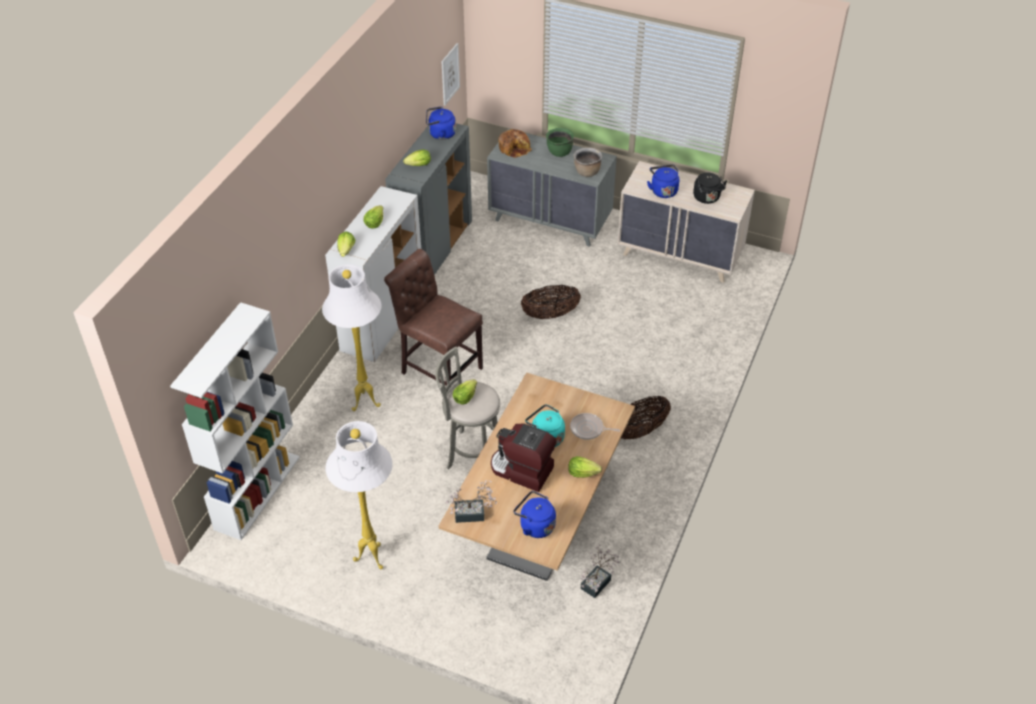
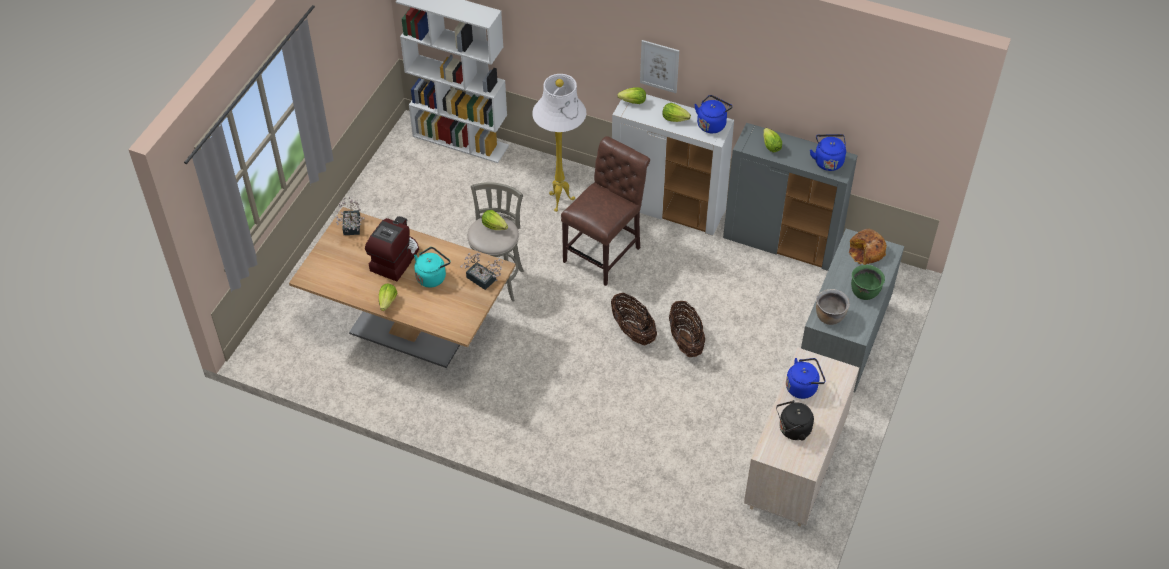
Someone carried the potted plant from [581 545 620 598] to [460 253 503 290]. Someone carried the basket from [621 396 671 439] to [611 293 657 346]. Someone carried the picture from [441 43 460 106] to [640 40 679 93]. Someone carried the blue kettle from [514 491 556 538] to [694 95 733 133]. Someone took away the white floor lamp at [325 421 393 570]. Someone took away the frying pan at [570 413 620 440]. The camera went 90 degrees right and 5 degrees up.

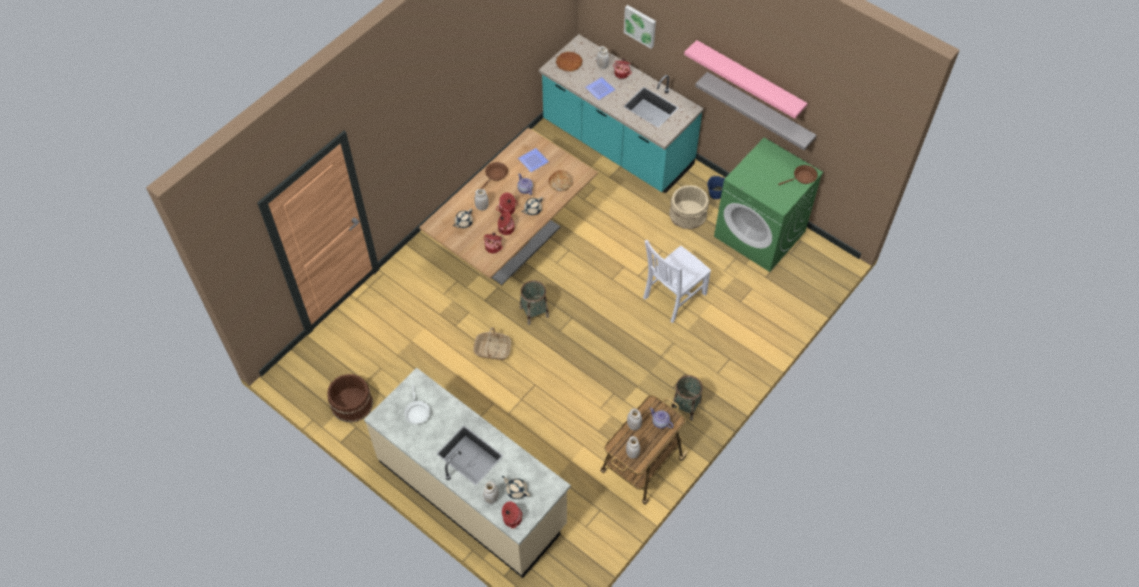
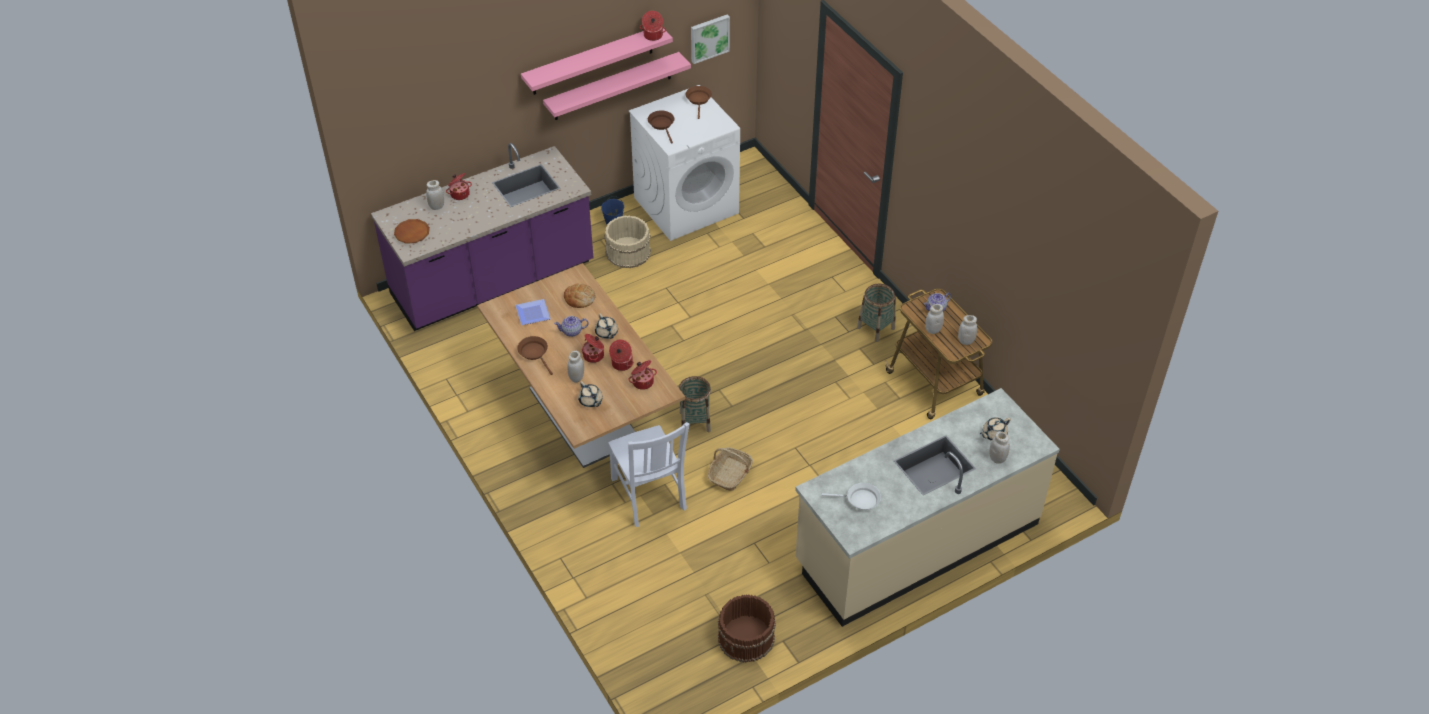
Someone repainted the turquoise counter at [539 34 704 193], which became the purple counter at [371 143 593 331]. Someone repainted the grey shelf at [695 72 817 150], which became the pink shelf at [543 52 691 120]. Someone carried the white chair from [643 240 711 323] to [608 422 690 527]. Someone repainted the green washing machine at [714 137 823 272], which became the white washing machine at [629 85 740 241]. Someone carried the cooking pot from [502 501 523 529] to [640 11 666 41]. Someone put down the brown frying pan at [648 110 674 144]. Someone carried the picture from [624 5 656 49] to [691 15 730 64]. Someone took away the plate at [585 77 616 100]. The camera went 70 degrees left and 10 degrees down.

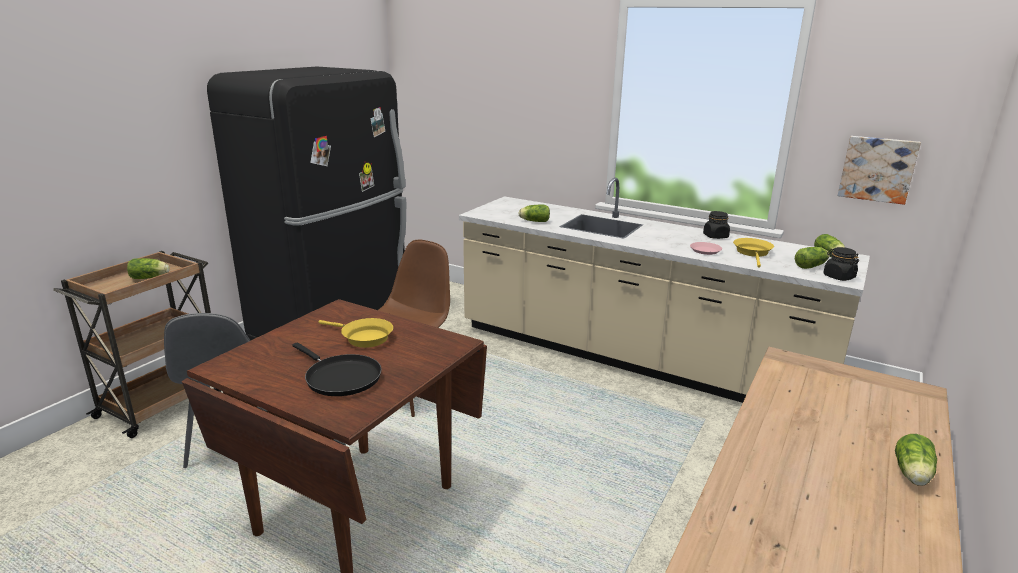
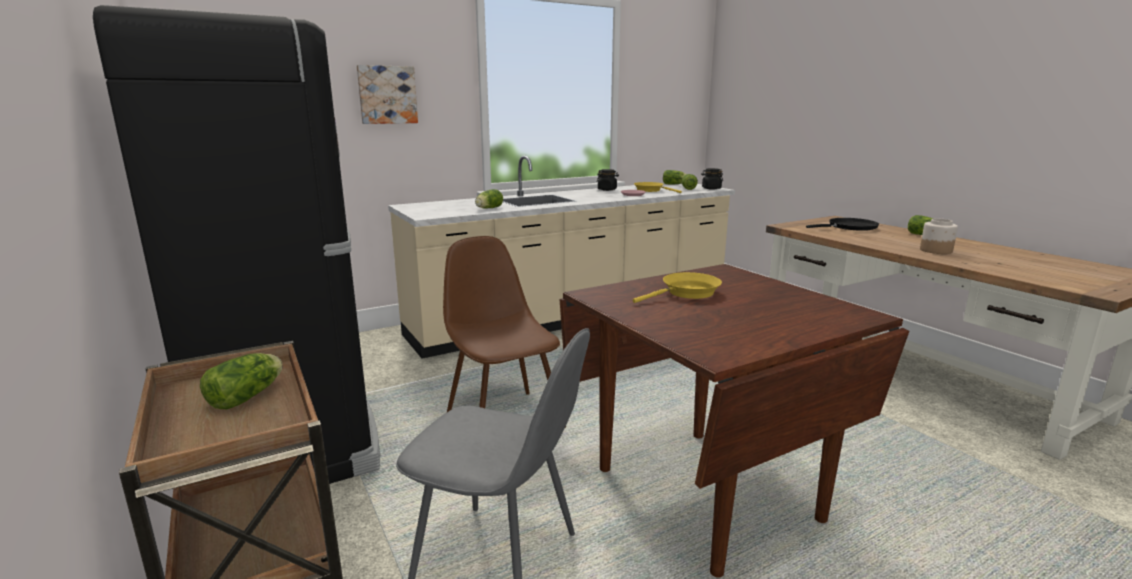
Someone carried the picture from [838 136 921 205] to [357 65 418 124]. Someone carried the black frying pan from [292 342 382 396] to [806 218 879 231]. Someone put down the jar at [920 218 958 254]. The camera went 60 degrees left and 5 degrees down.

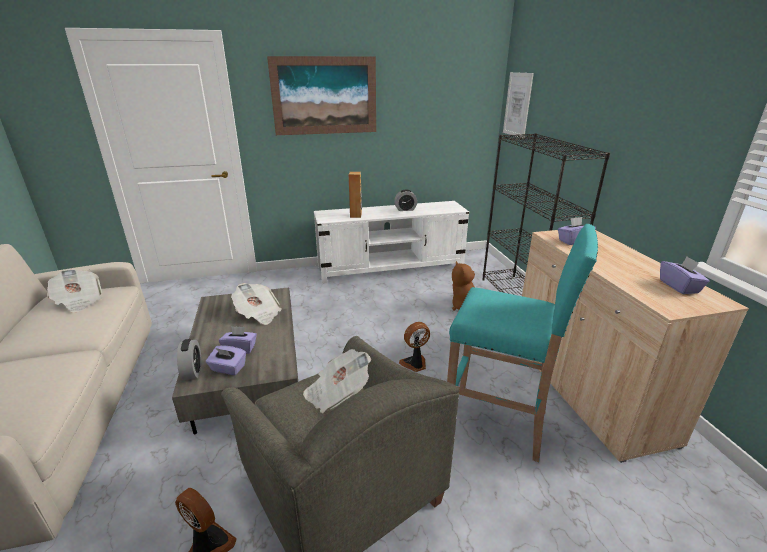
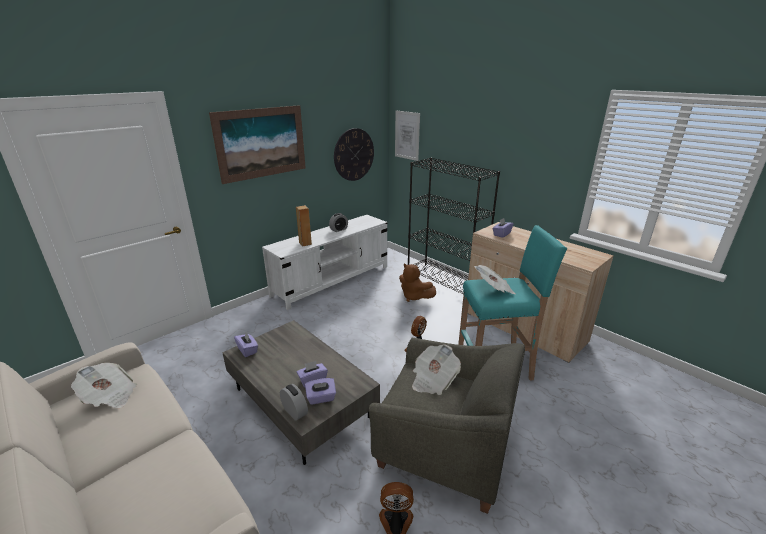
Someone carried the purple tissue box from [660 256 710 294] to [234 332 258 357]. Someone put up the wall clock at [334 128 374 181]. Someone carried the newspaper from [231 283 282 325] to [474 265 515 294]. The camera went 30 degrees left and 0 degrees up.

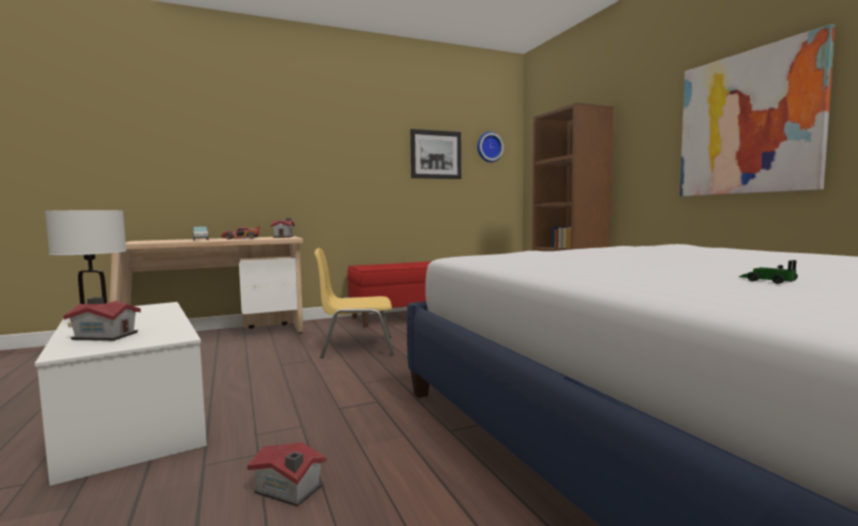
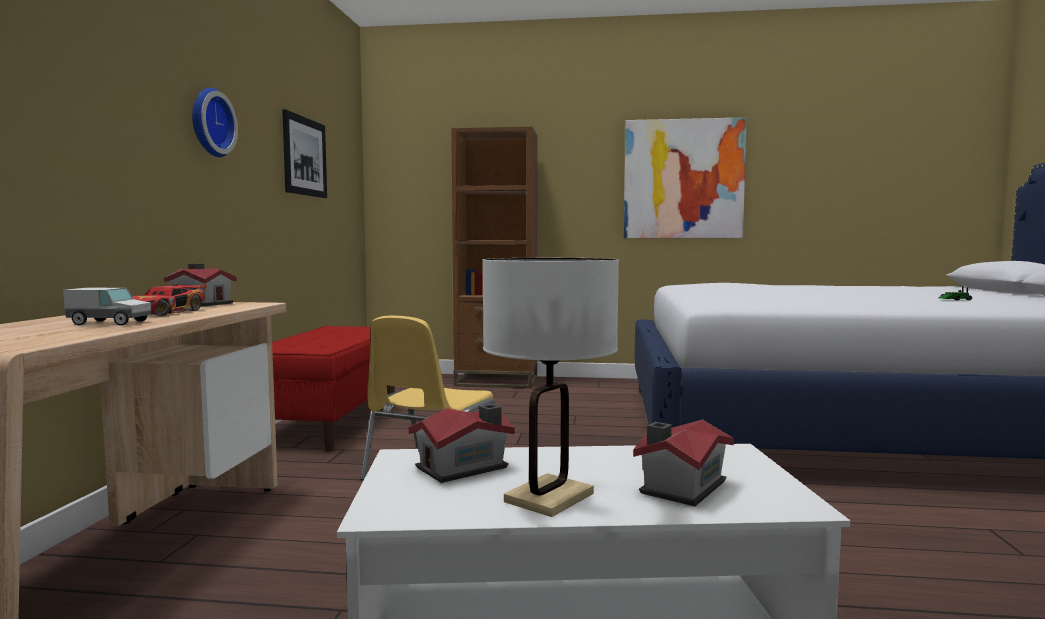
Someone carried the wall clock from [477 132 504 162] to [192 88 238 157]. Someone carried the toy house from [247 442 327 507] to [408 404 515 483]. The camera went 60 degrees left and 0 degrees up.

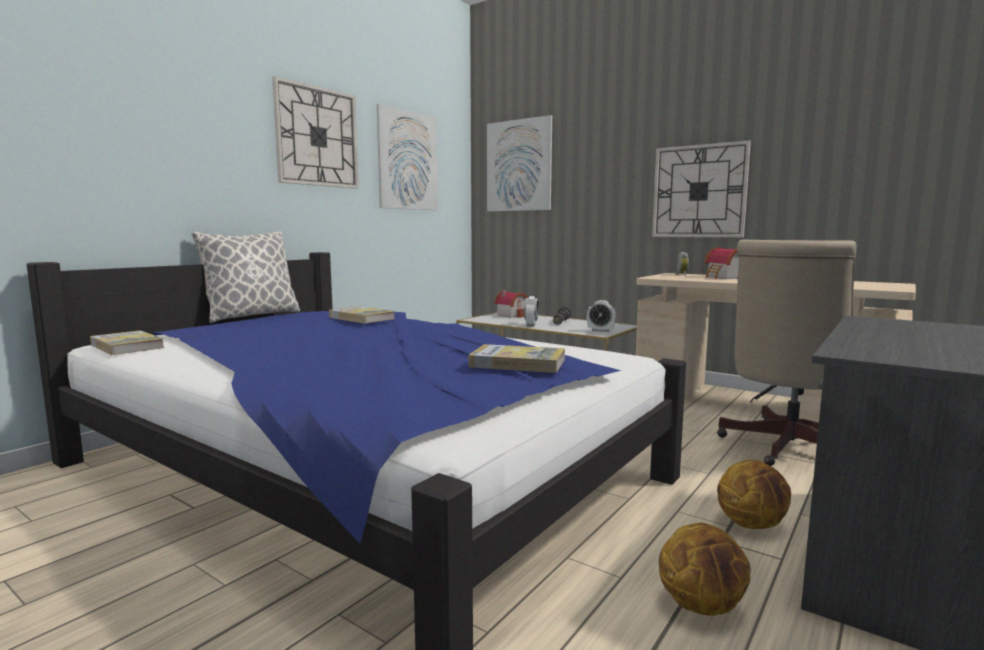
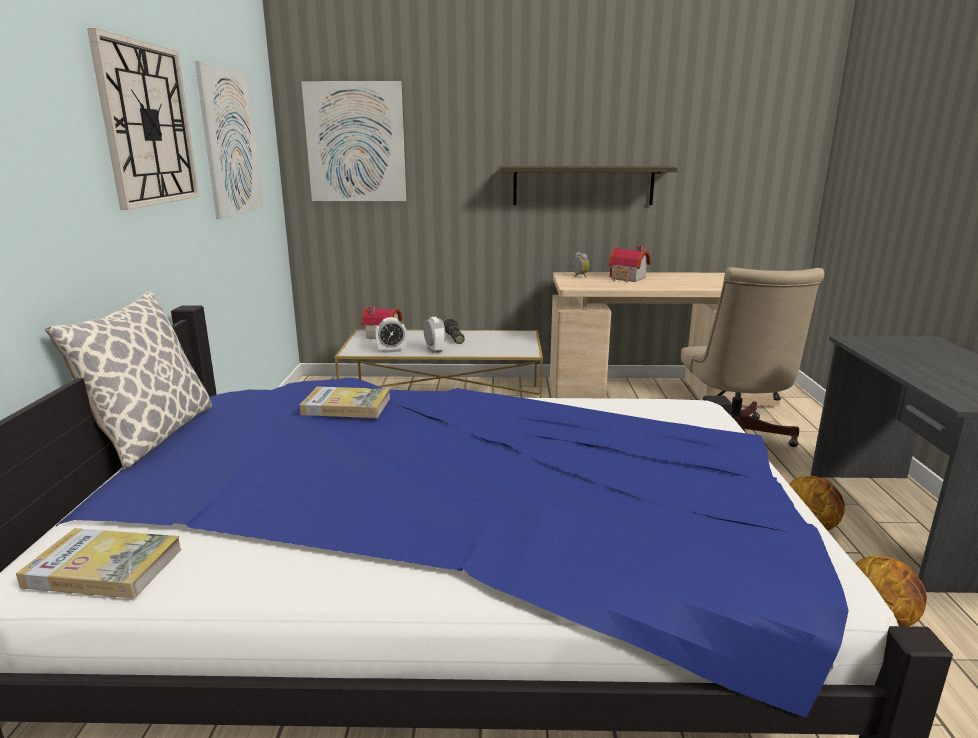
Someone carried the alarm clock from [587 300 616 332] to [375 317 407 353]. Someone swapped the wall clock at [652 140 751 237] for the shelf at [499 166 678 205]. Someone took away the book at [468 344 565 373]. The camera went 35 degrees left and 10 degrees up.

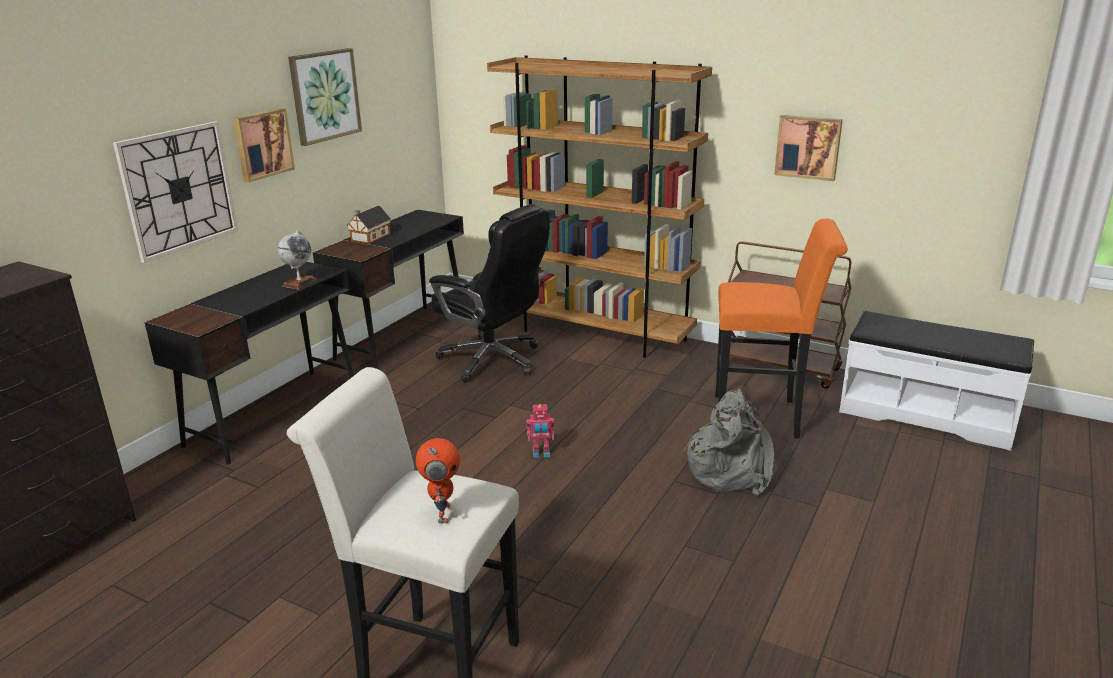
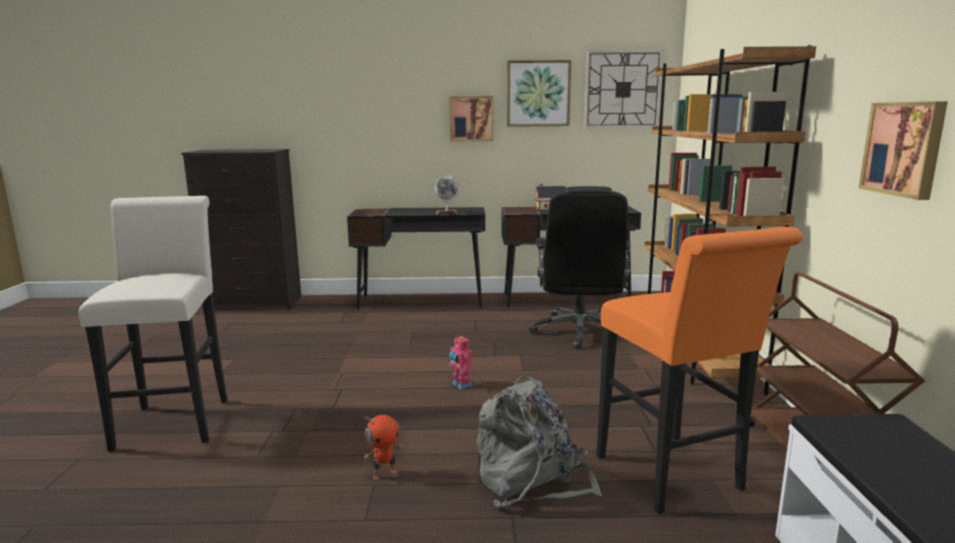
Someone carried the toy robot from [416 438 460 524] to [363 415 402 480]. Someone carried the wall clock from [113 122 238 263] to [584 50 664 128]. The camera went 60 degrees right and 10 degrees down.

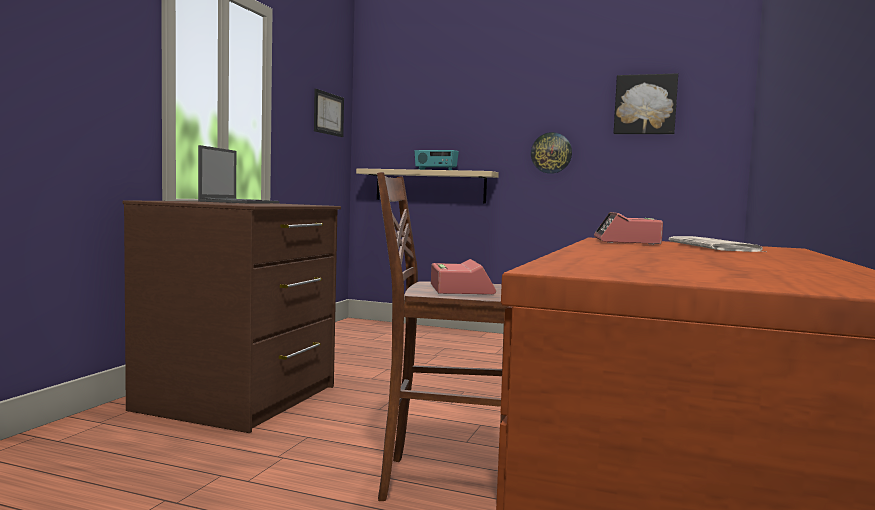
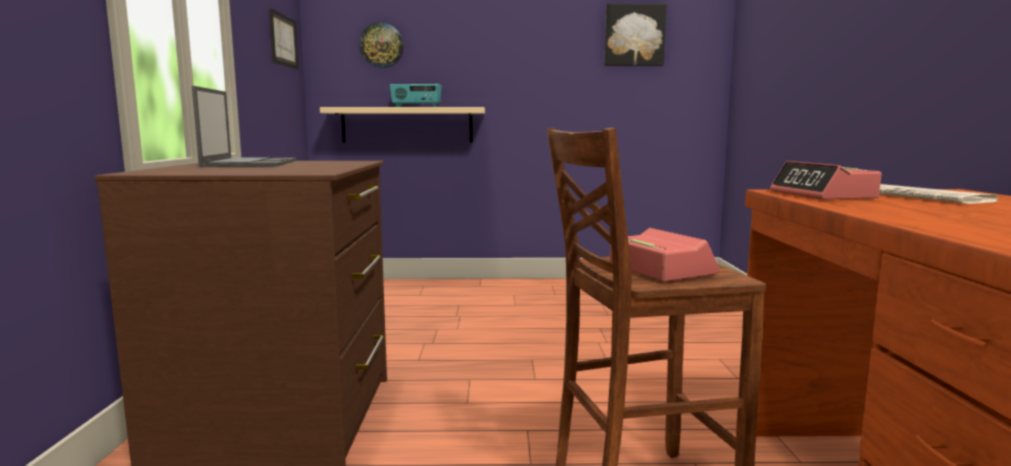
Someone carried the wall clock from [531 132 572 174] to [359 22 404 68]. The camera went 20 degrees left and 5 degrees up.

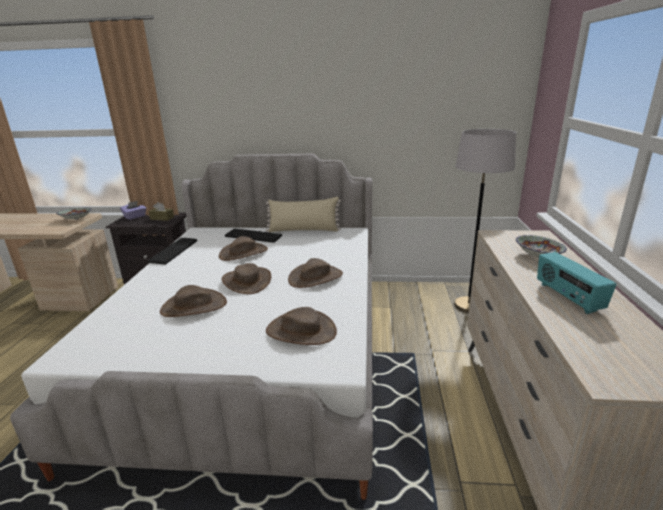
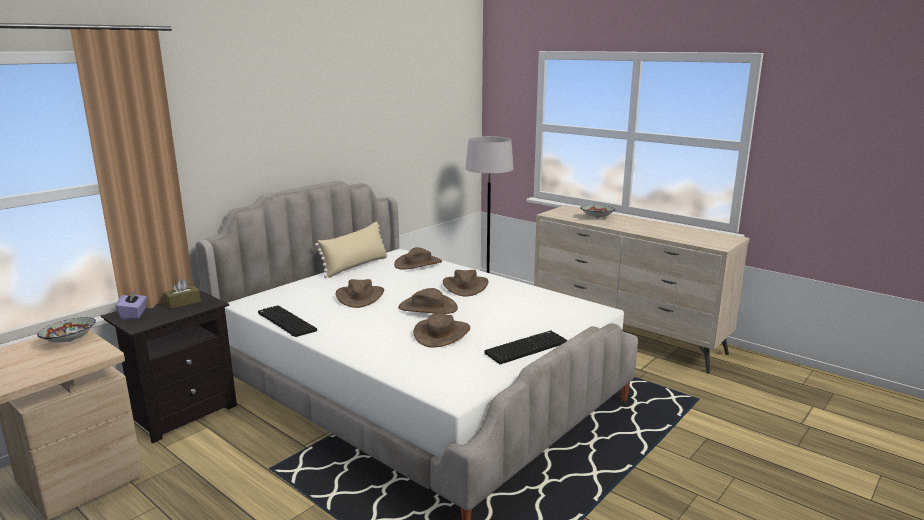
Someone carried the brown hat from [266 307 337 345] to [394 247 442 270]. Someone carried the keyboard from [225 228 282 243] to [484 330 567 364]. Someone took away the radio at [537 252 616 314]. The camera went 55 degrees left and 5 degrees down.

